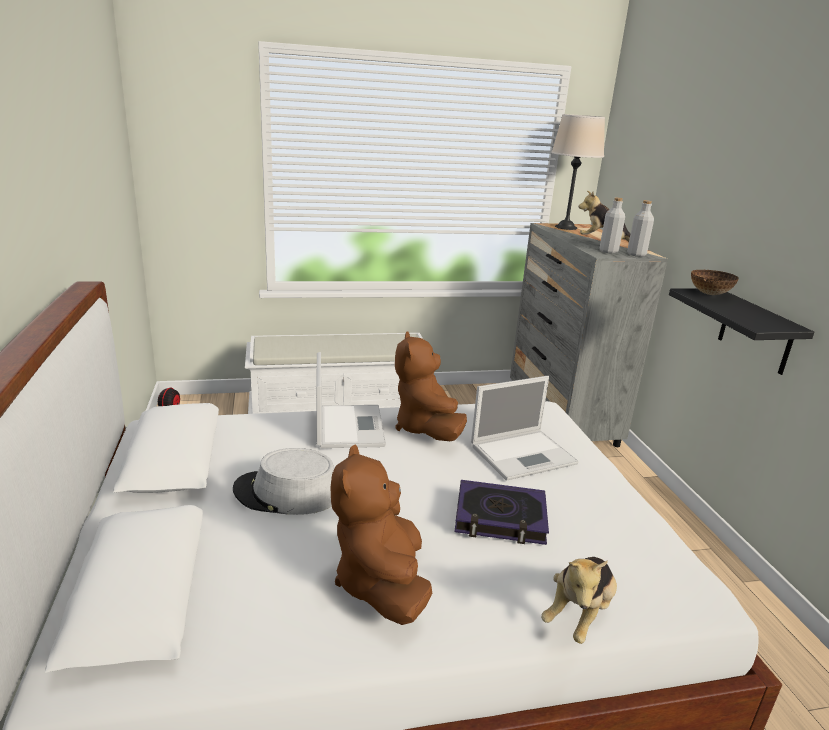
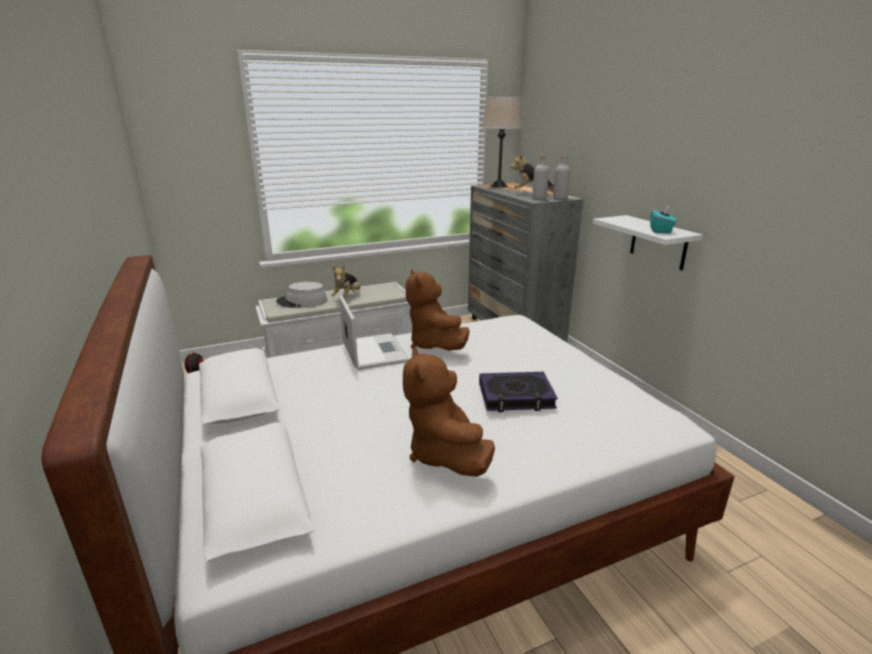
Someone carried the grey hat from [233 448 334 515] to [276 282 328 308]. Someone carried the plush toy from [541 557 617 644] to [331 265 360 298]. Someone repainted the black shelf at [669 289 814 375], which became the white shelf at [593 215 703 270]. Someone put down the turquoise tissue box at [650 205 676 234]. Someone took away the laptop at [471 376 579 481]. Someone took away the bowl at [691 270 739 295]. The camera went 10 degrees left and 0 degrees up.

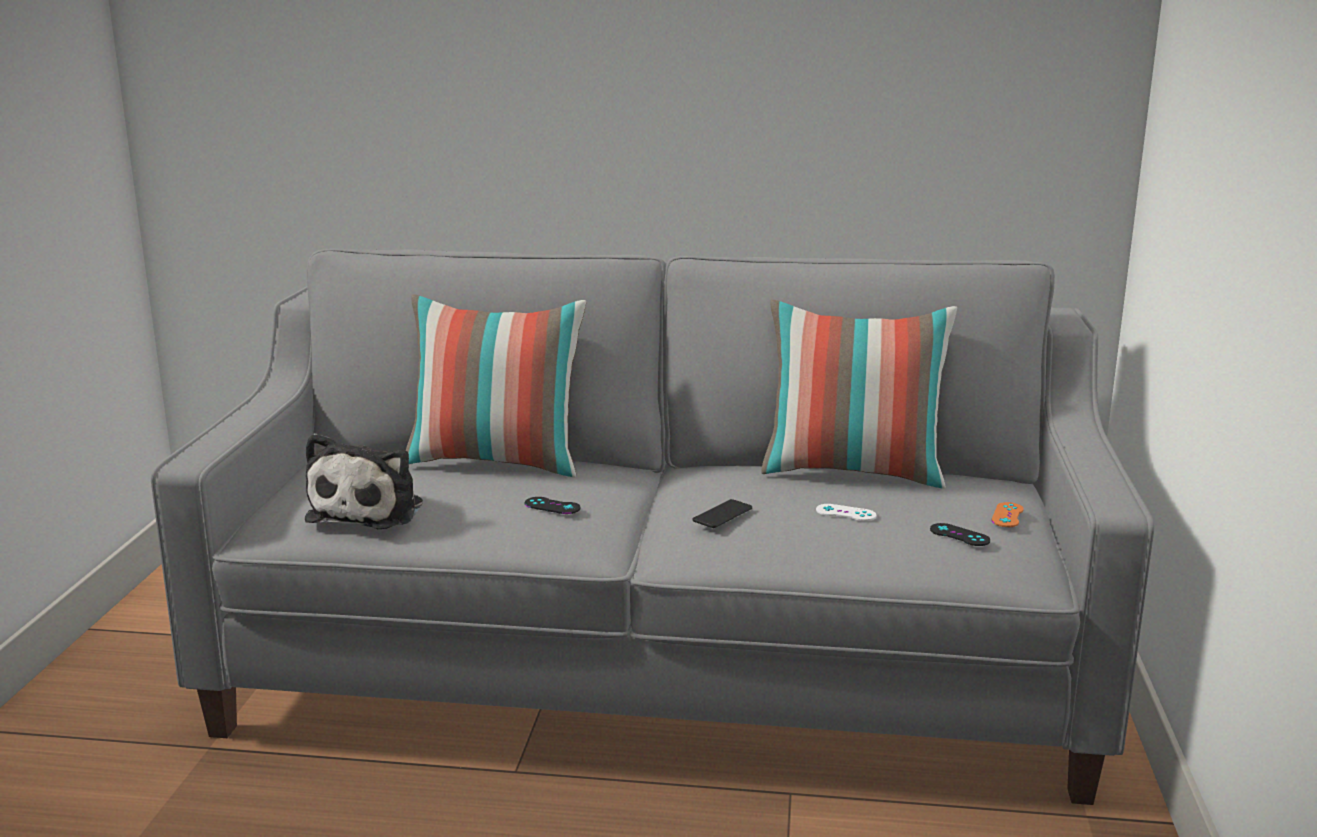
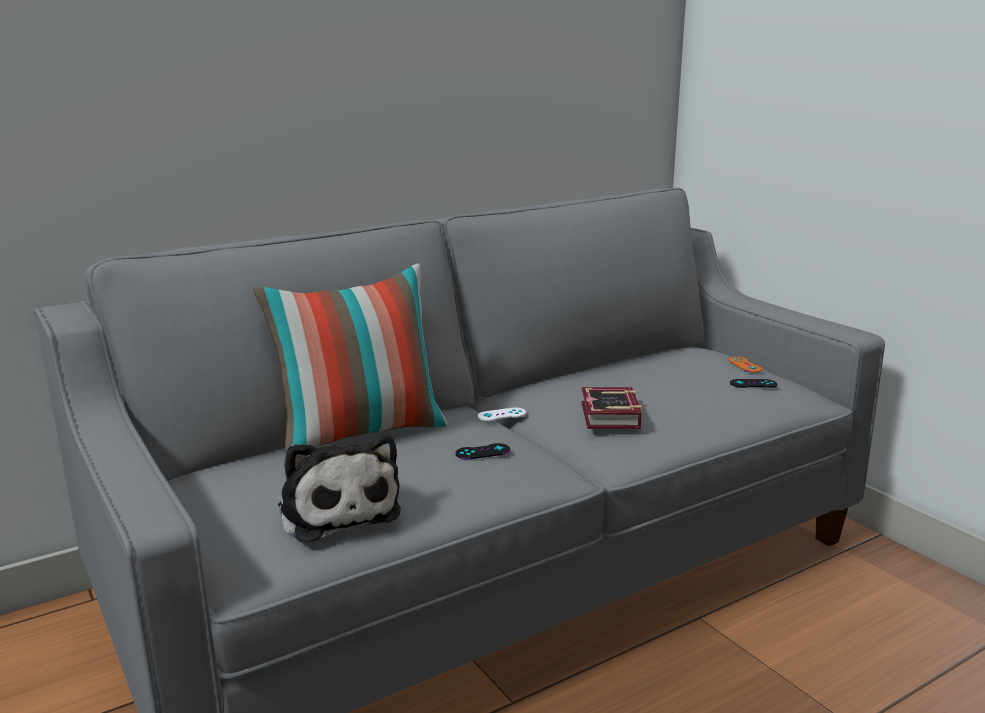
Someone carried the white game controller from [816 504 876 521] to [478 407 526 421]. Someone swapped the phone at [693 499 752 528] for the book at [581 387 642 429]. Someone took away the pillow at [761 300 957 489]. The camera went 40 degrees left and 0 degrees up.

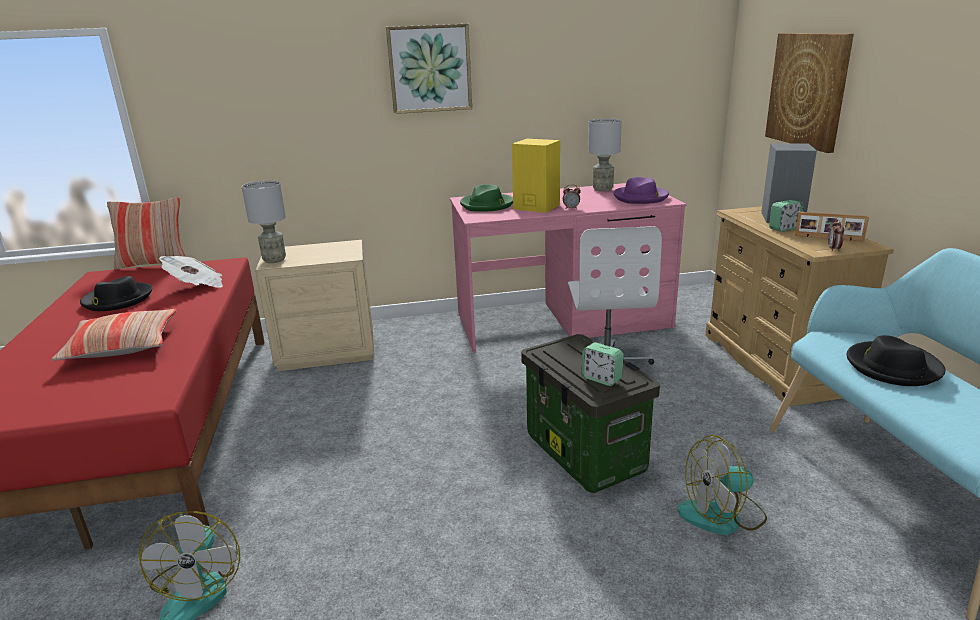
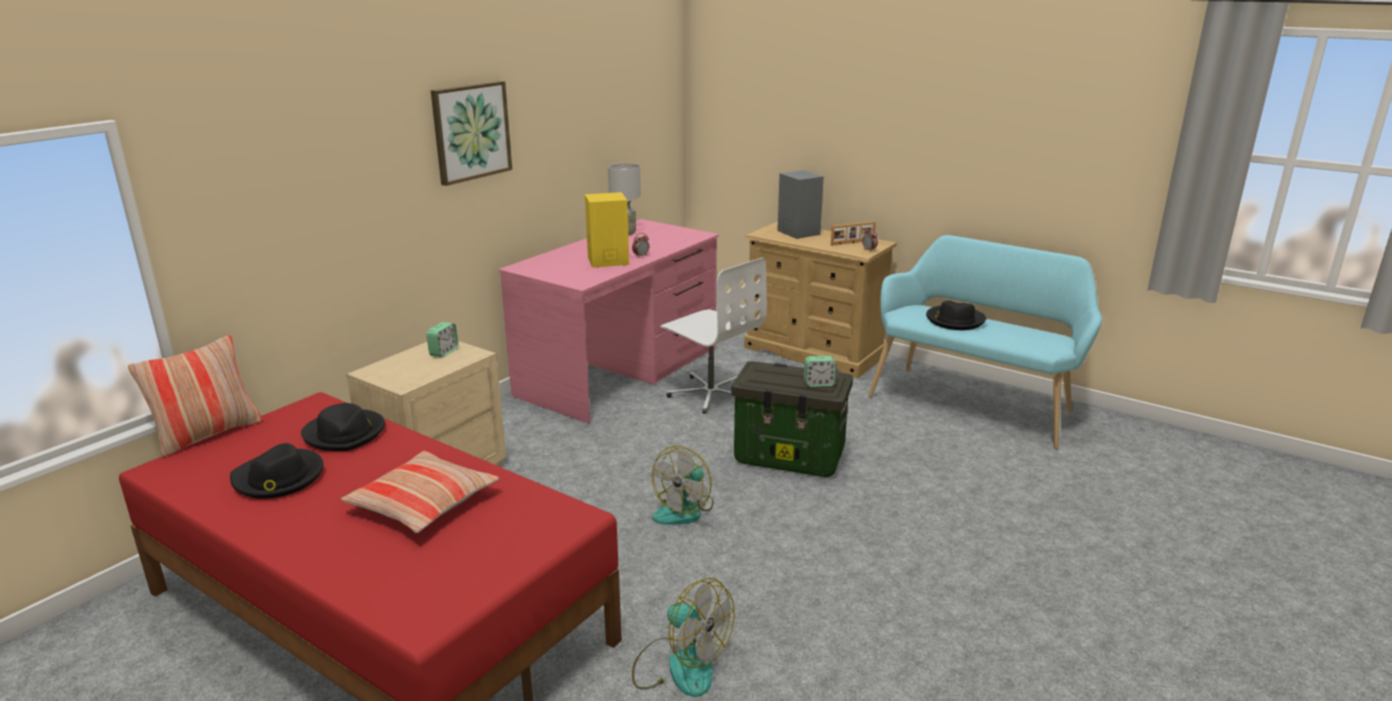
Someone swapped the newspaper at [159 256 223 288] for the black hat at [301 403 385 451]. Someone carried the alarm clock from [769 200 804 232] to [426 322 458 357]. Someone carried the fan from [677 435 767 535] to [651 446 714 525]. Someone took away the grey table lamp at [242 181 286 263]. Someone took away the green hat at [460 184 513 212]. Someone took away the purple hat at [614 177 669 204]. Someone took away the picture at [765 33 854 153]. The camera went 45 degrees left and 0 degrees up.

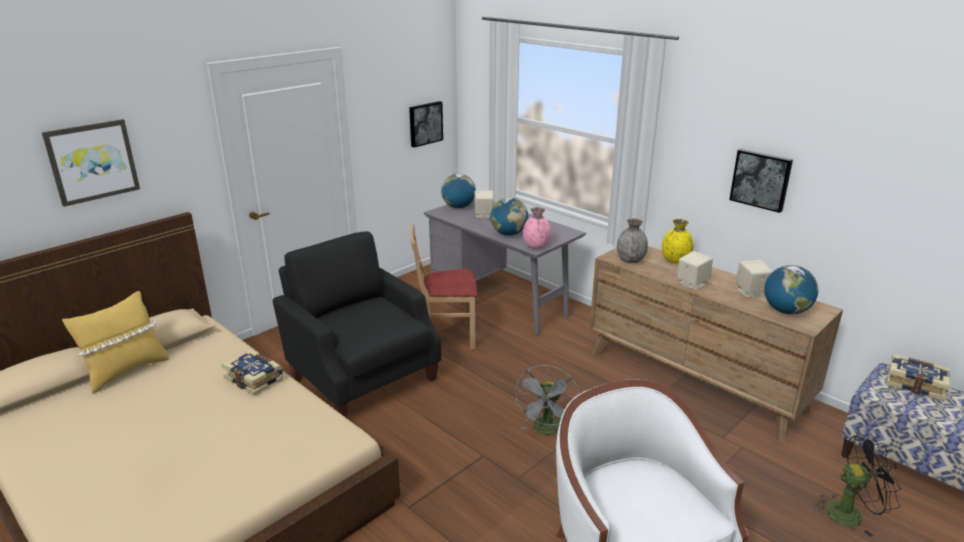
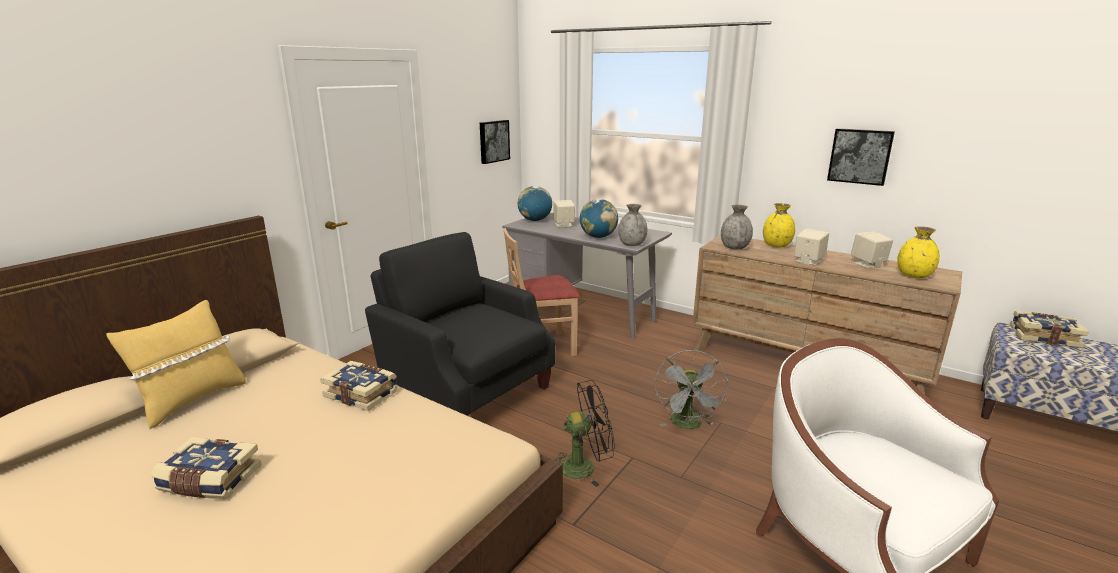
Someone put down the book at [151 437 262 499]. Someone carried the black fan from [813 434 902 537] to [554 380 615 487]. Someone repainted the pink vase at [523 207 551 249], which became the grey vase at [618 204 647 246]. Someone swapped the globe at [764 265 818 314] for the yellow vase at [897 226 940 278]. Someone took away the picture at [42 119 140 207]. The camera went 10 degrees left and 5 degrees down.

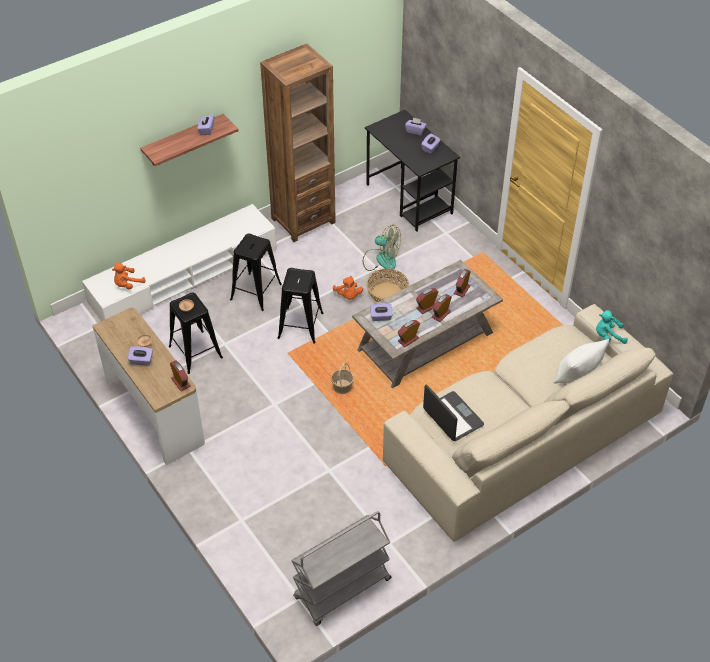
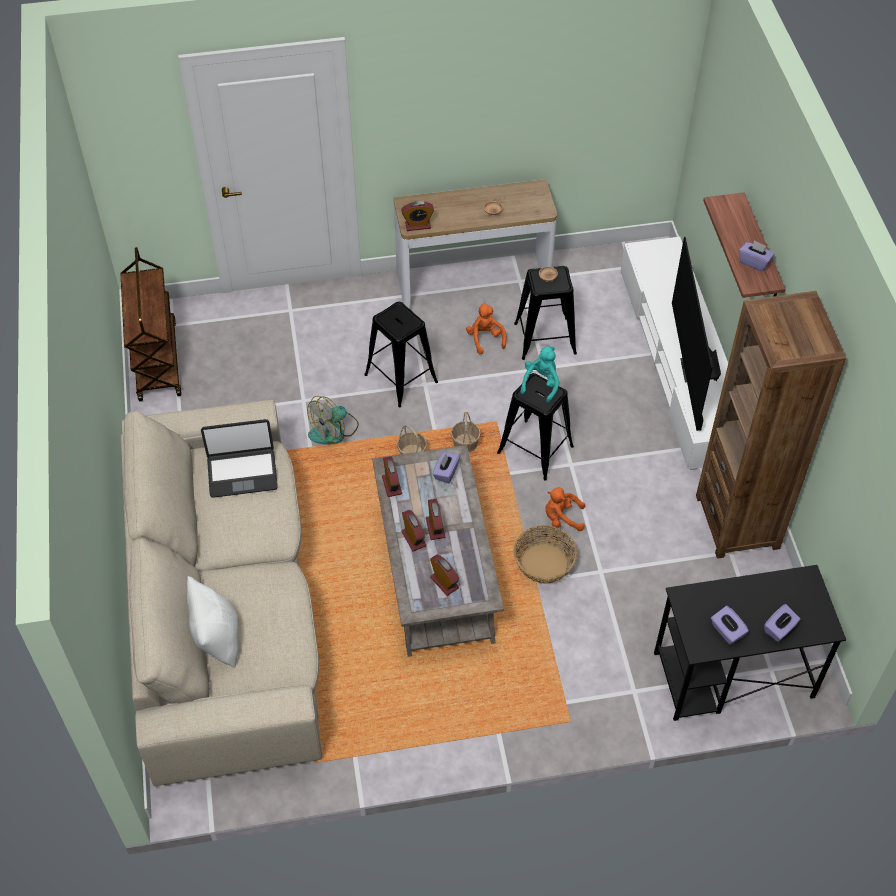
Someone repainted the grey cart at [291 511 391 626], which became the brown cart at [120 247 182 402]. Someone carried the fan from [363 225 401 271] to [307 396 359 445]. Someone carried the black stool from [230 234 282 311] to [364 302 438 408]. Someone put down the basket at [451 412 481 453]. Someone carried the orange plush toy from [112 262 146 290] to [466 303 506 354]. Someone carried the turquoise plush toy from [596 310 628 344] to [520 346 560 403]. Someone put down the television at [672 237 721 431]. Someone took away the purple tissue box at [128 346 153 366]. The camera went 115 degrees right and 5 degrees up.

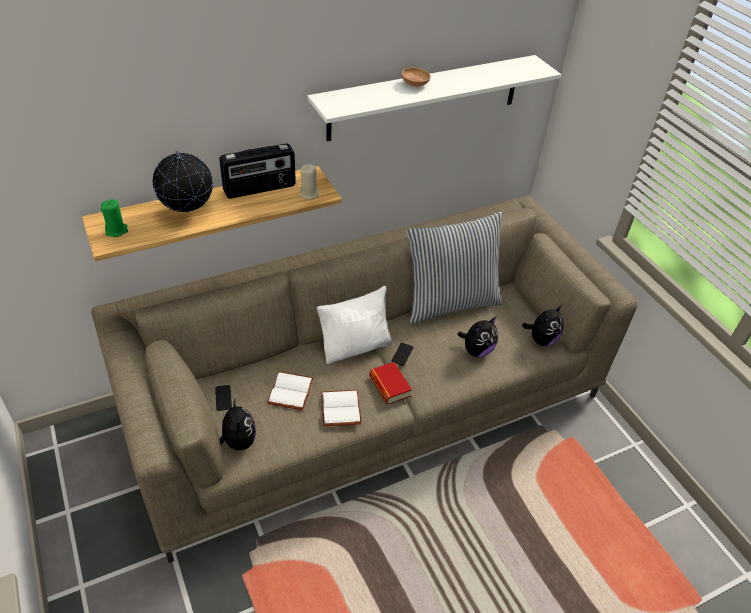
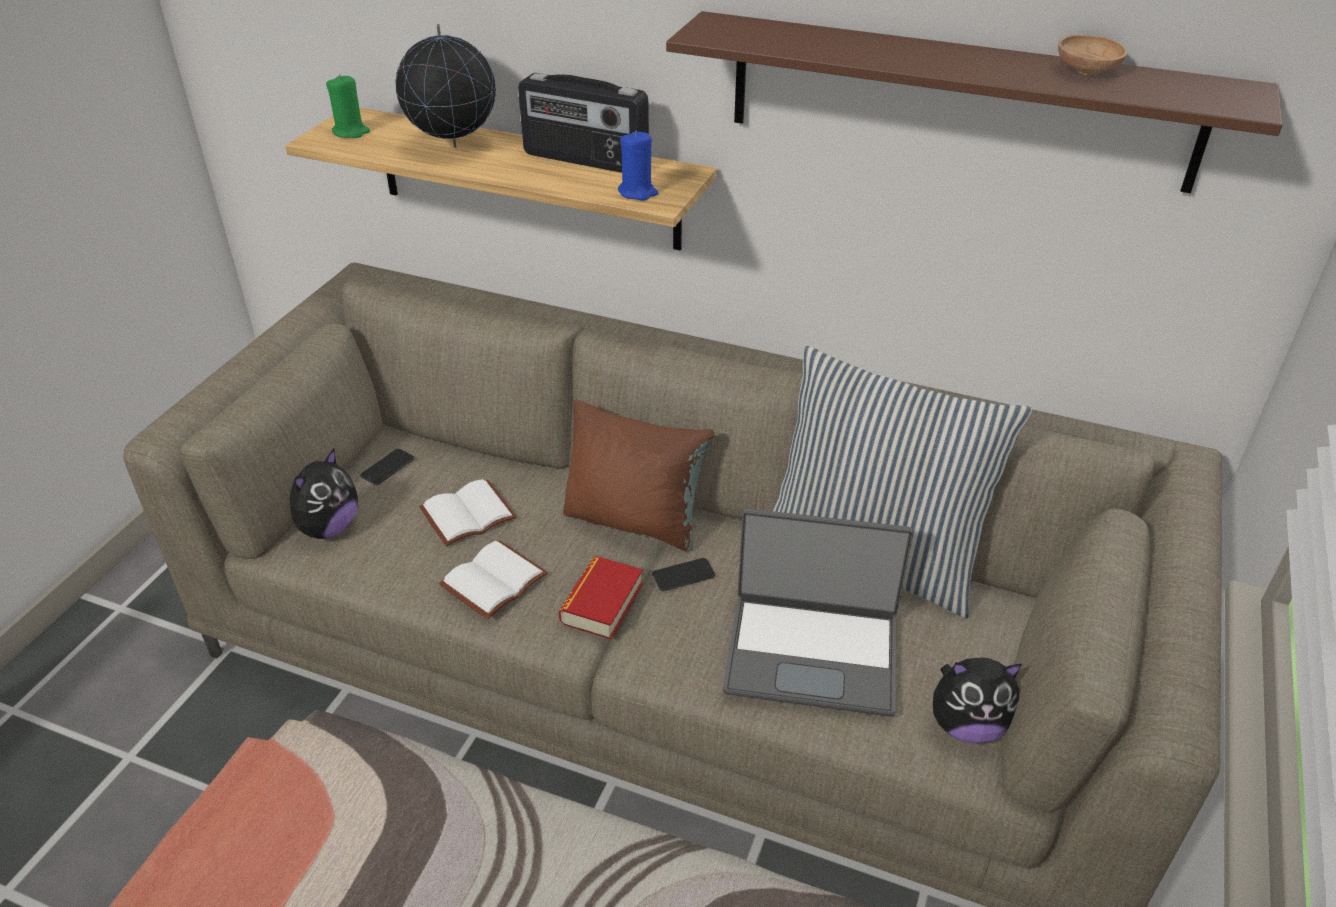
Someone repainted the white pillow at [317 286 392 364], which became the brown pillow at [563 399 714 551]. Someone repainted the beige candle at [299 164 319 199], which became the blue candle at [618 130 658 200]. Someone repainted the white shelf at [307 55 561 141], which became the brown shelf at [666 11 1282 193]. Someone swapped the plush toy at [457 317 498 357] for the laptop at [723 508 913 717]. Someone carried the brown bowl from [401 68 431 87] to [1058 35 1127 76]. The camera went 50 degrees right and 5 degrees down.

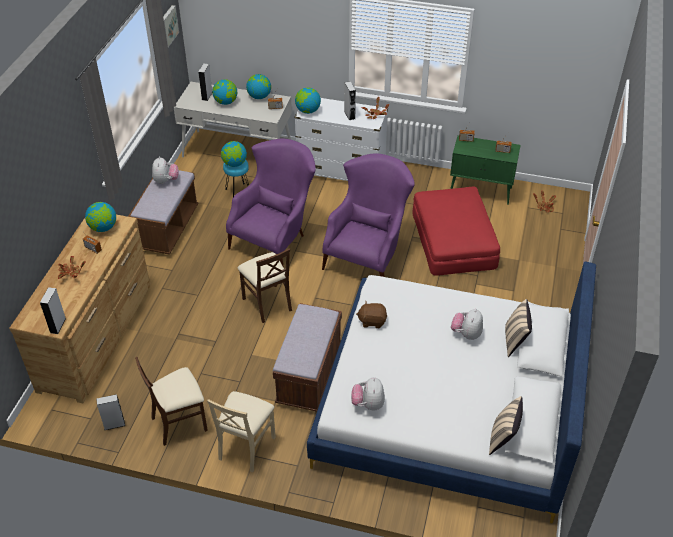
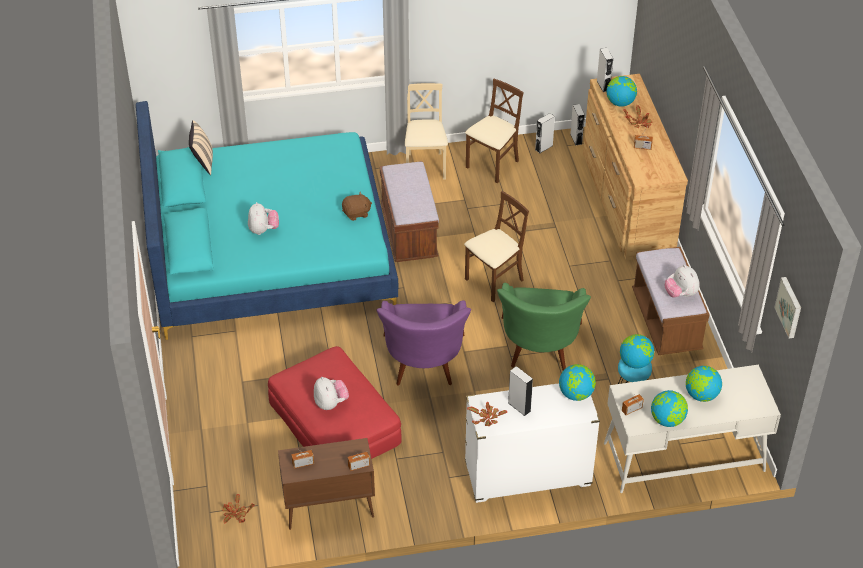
Someone repainted the white bed at [307 261 596 523], which became the turquoise bed at [136 101 398 340]. Someone repainted the green cabinet at [450 135 521 205], which became the brown cabinet at [278 438 375 530]. Someone carried the plush toy from [351 377 385 411] to [314 377 349 410]. Someone rotated the brown chair at [238 248 292 323] by 105 degrees clockwise. Someone repainted the purple armchair at [226 139 316 268], which became the green armchair at [497 283 591 370]. Someone carried the grey speaker from [198 64 212 101] to [570 104 585 146]. Someone carried the globe from [85 202 116 232] to [607 76 637 107]. Someone took away the beige pillow at [505 299 532 357]. The camera went 155 degrees right and 0 degrees up.

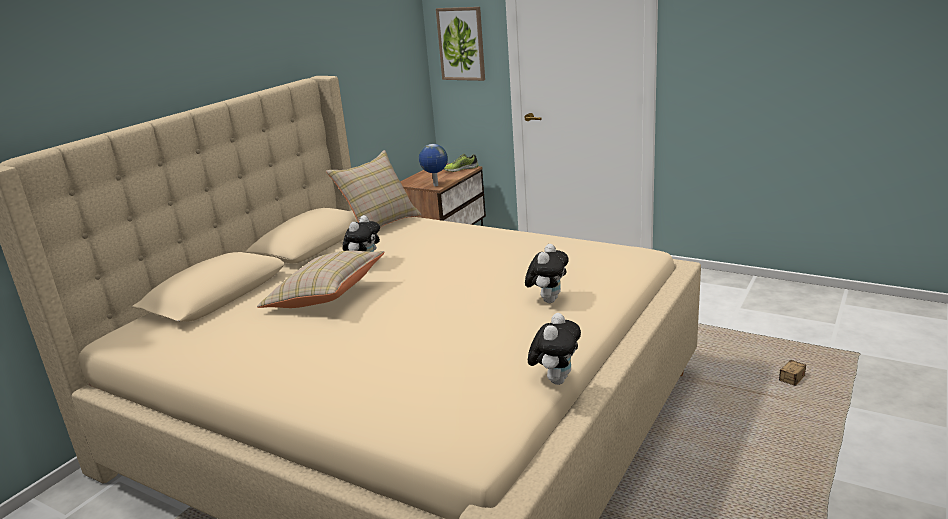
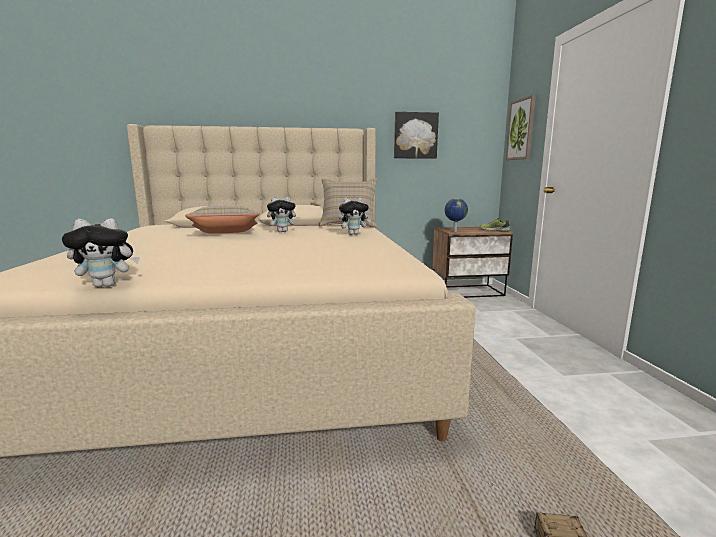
Someone carried the plush toy from [525 244 569 303] to [339 198 371 235]. Someone put up the picture at [394 112 439 159]. The camera went 50 degrees right and 10 degrees down.

